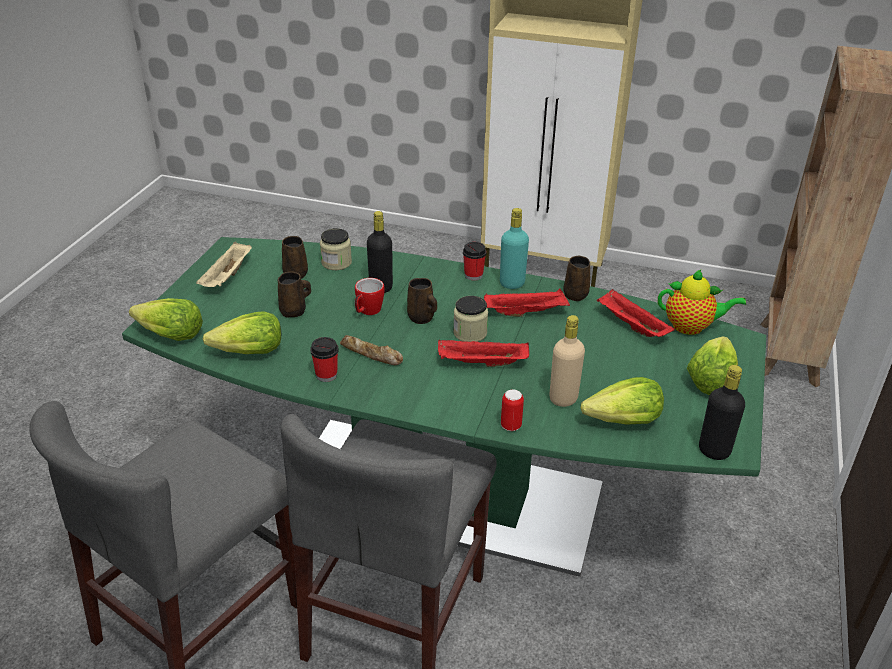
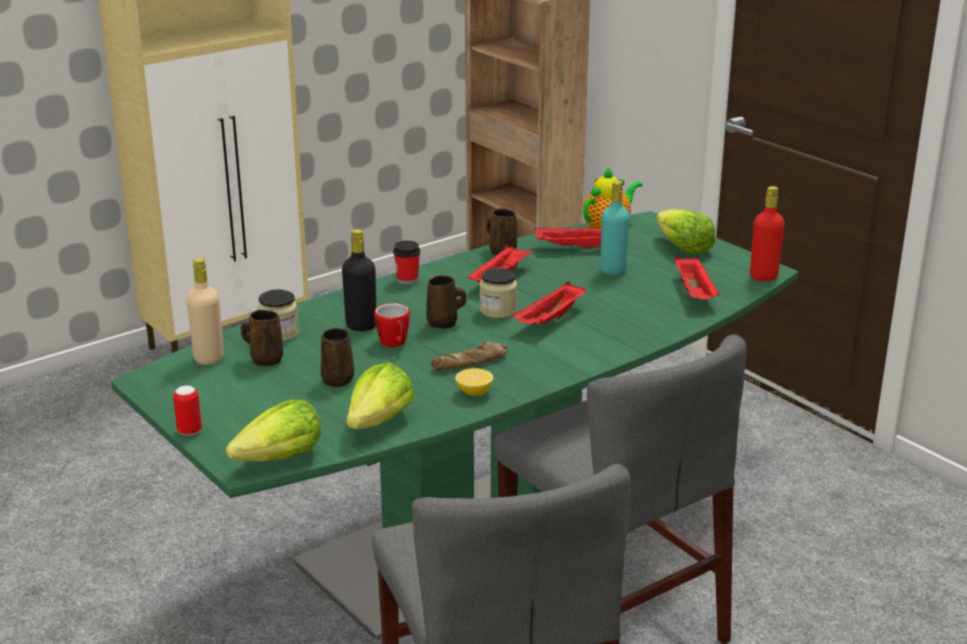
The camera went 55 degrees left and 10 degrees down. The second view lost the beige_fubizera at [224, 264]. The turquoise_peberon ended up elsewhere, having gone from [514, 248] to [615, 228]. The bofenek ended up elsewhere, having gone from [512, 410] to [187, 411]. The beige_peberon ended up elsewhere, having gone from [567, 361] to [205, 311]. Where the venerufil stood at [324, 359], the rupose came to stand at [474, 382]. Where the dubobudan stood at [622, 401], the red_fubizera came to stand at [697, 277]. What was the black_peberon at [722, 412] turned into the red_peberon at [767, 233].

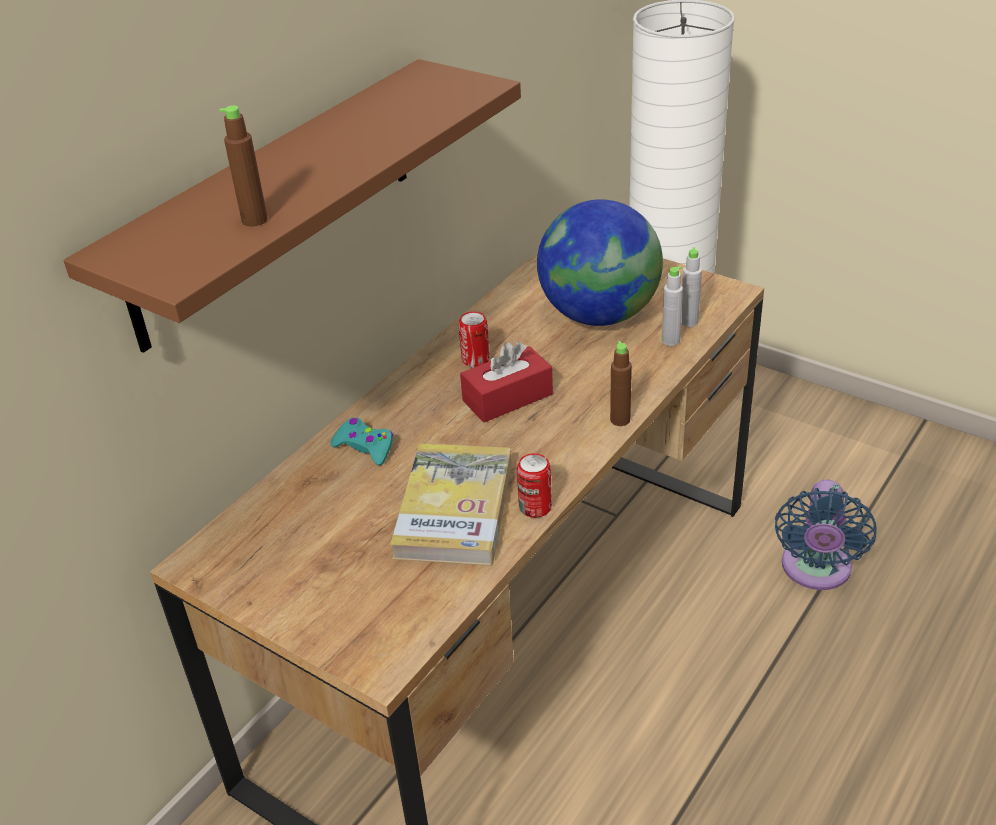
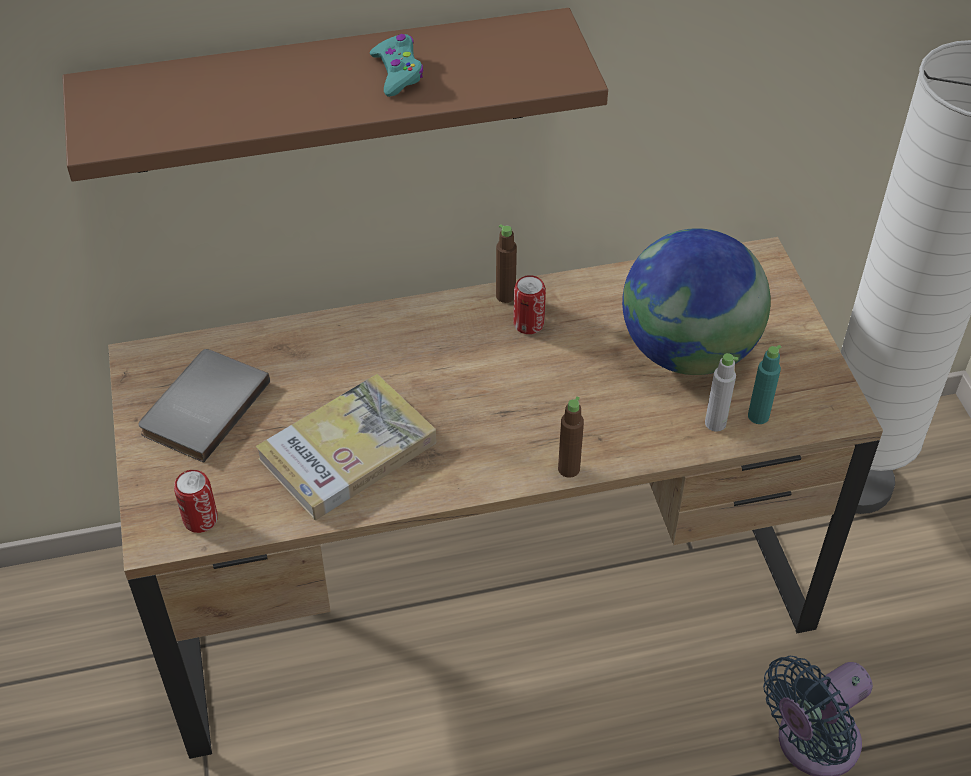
The camera went 40 degrees right and 10 degrees up. The second view lost the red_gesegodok at [506, 381]. The second view gained the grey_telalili at [204, 406]. The brown_peberon ended up elsewhere, having gone from [243, 166] to [506, 263]. The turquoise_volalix ended up elsewhere, having gone from [362, 441] to [397, 65]. The bofenek ended up elsewhere, having gone from [534, 485] to [196, 501]. What was the grey_peberon at [691, 287] turned into the turquoise_peberon at [764, 384].

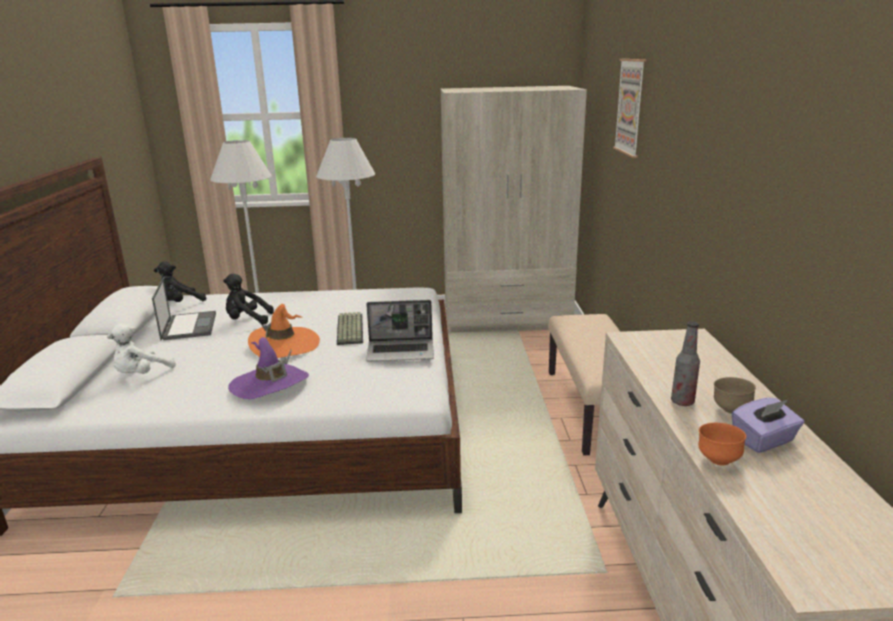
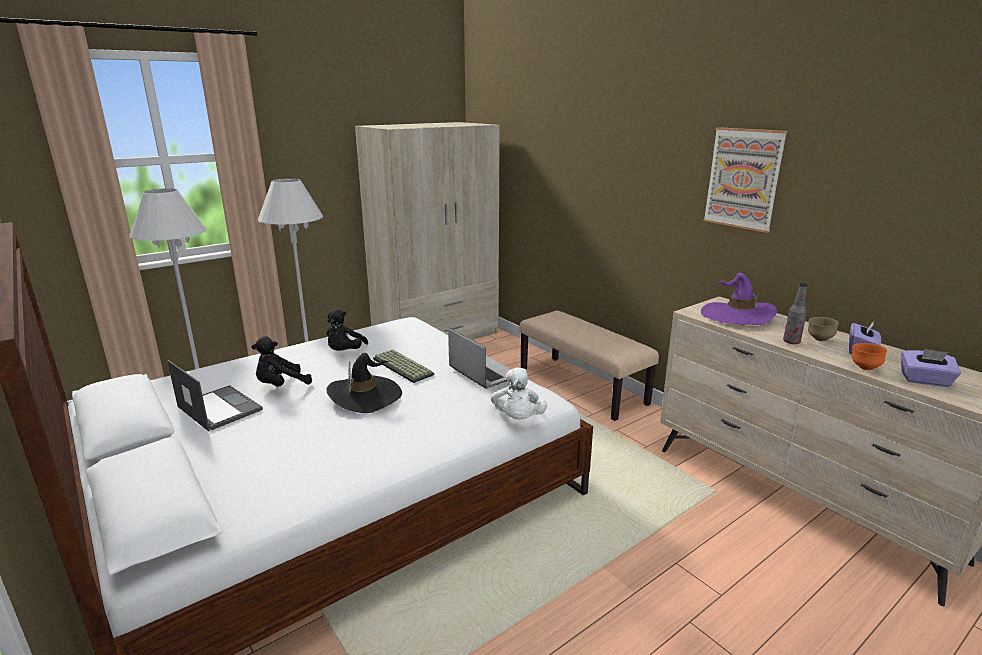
The camera went 35 degrees left and 0 degrees up. The second view gained the purple_gesegodok at [931, 368]. The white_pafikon ended up elsewhere, having gone from [141, 348] to [519, 393]. The black_pafikon ended up elsewhere, having gone from [180, 281] to [347, 330]. The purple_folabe ended up elsewhere, having gone from [268, 368] to [739, 299]. The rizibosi ended up elsewhere, having gone from [629, 108] to [745, 180]. What was the orange_folabe at [284, 331] turned into the black_folabe at [364, 383]. The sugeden at [400, 331] ended up facing another way, 90 degrees counterclockwise from before.

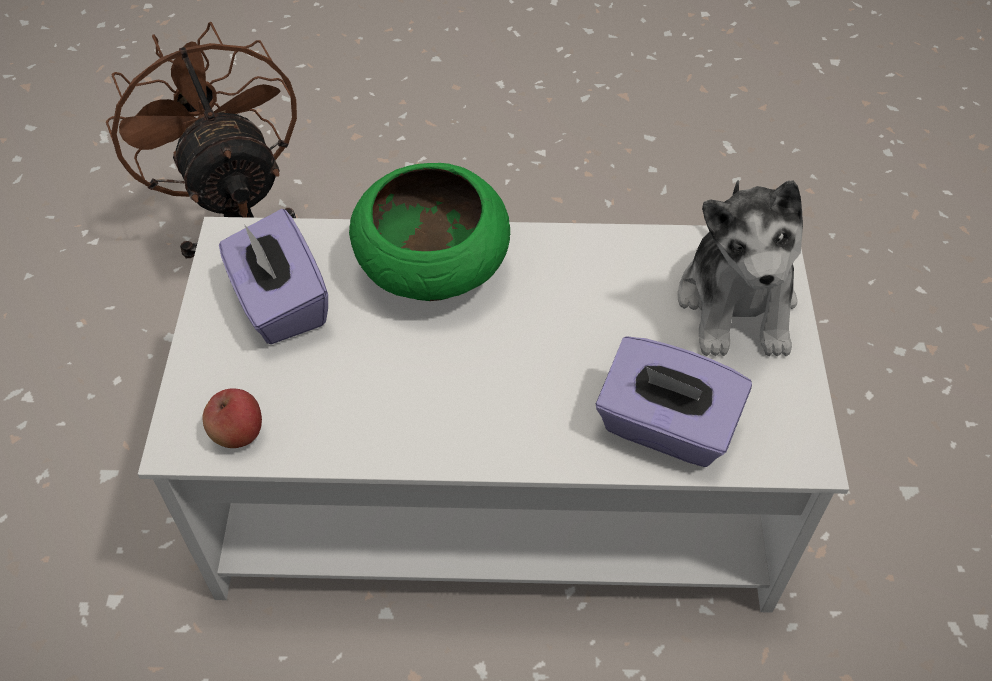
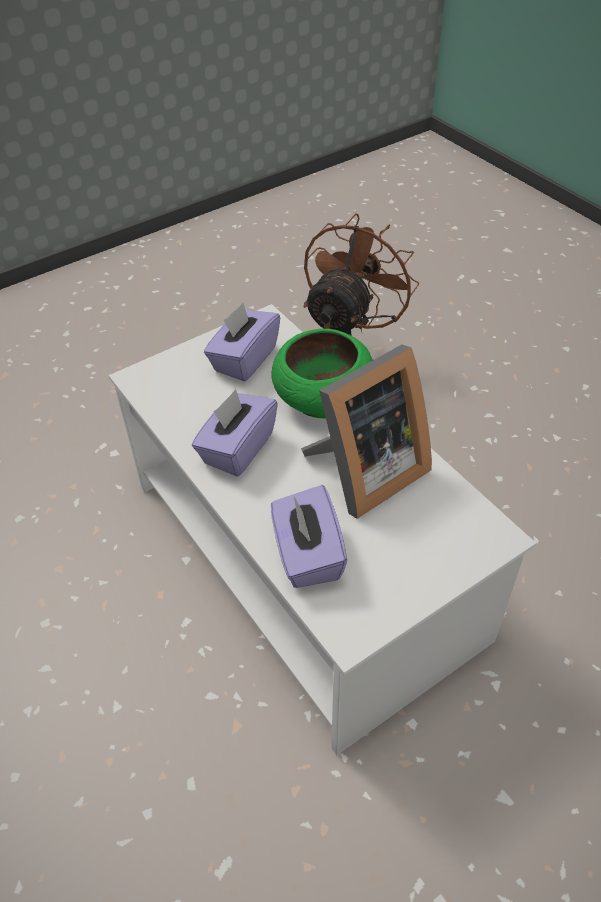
The camera went 55 degrees right and 5 degrees down. The second view lost the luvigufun at [232, 418]. The second view lost the pafikon at [740, 268]. The second view gained the purple_gesegodok at [235, 433]. The second view gained the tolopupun at [366, 432].

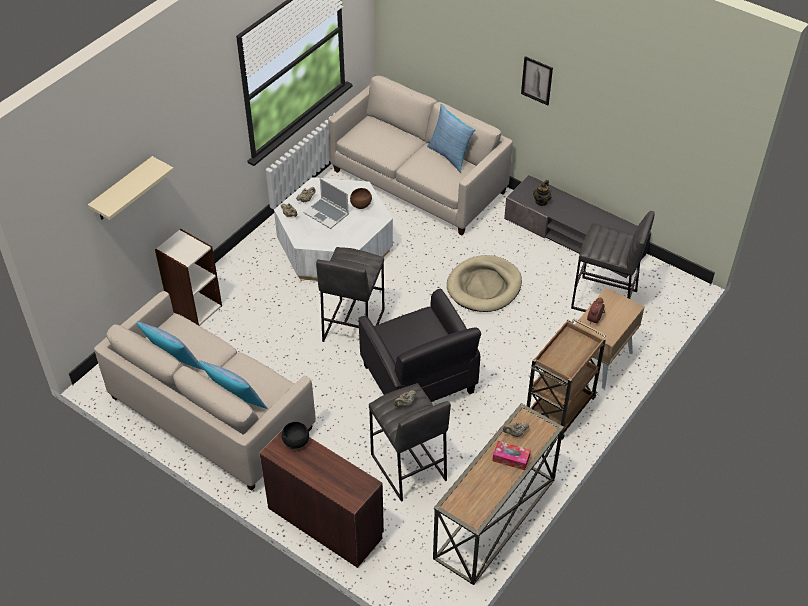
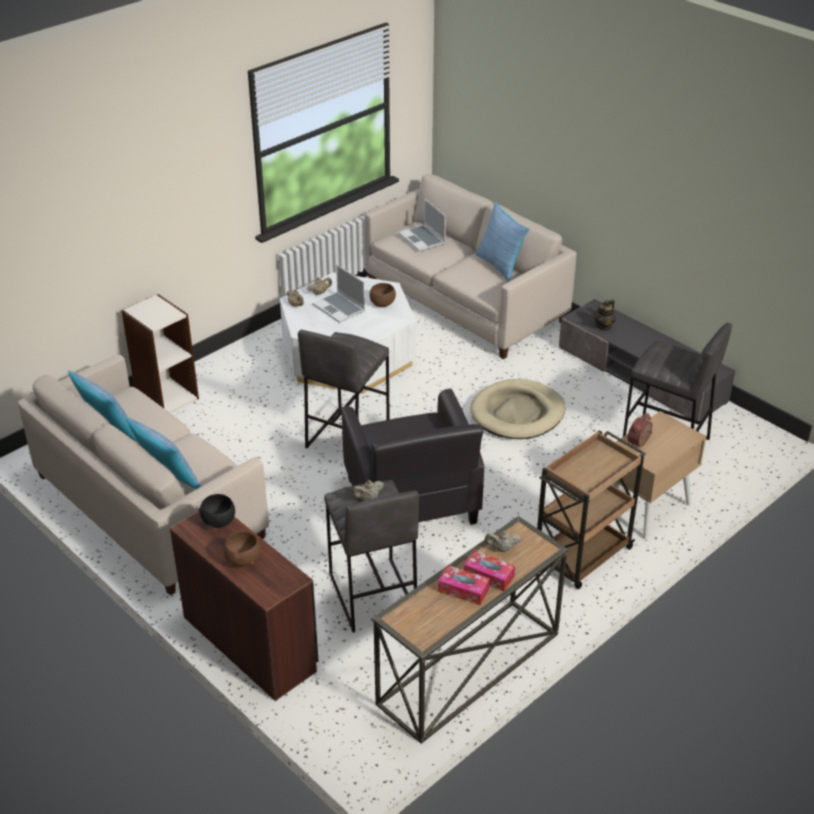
The camera went 10 degrees right and 10 degrees down. The second view lost the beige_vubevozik at [131, 188]. The second view lost the rizibosi at [537, 80]. The second view gained the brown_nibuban at [242, 548]. The second view gained the sugeden at [422, 225]. The second view gained the gesegodok at [464, 585].

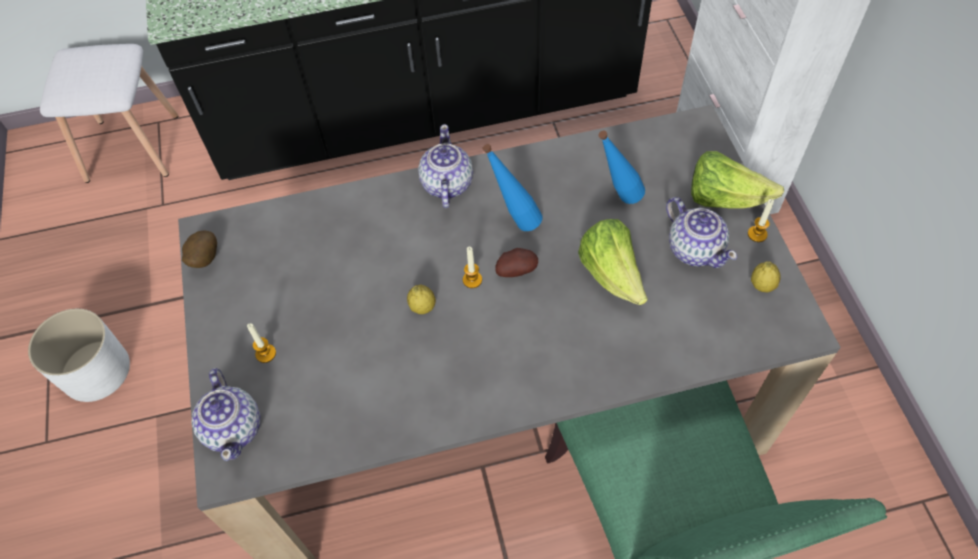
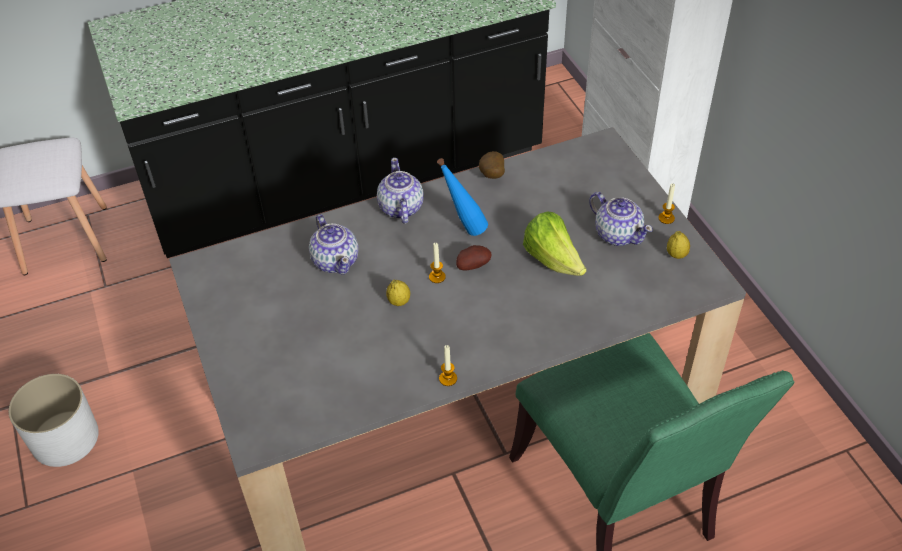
The camera went 10 degrees left and 10 degrees down. The second view lost the blue_peberon at [621, 167]. The second view lost the dubobudan at [737, 180]. The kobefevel ended up elsewhere, having gone from [199, 249] to [492, 165]. The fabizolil ended up elsewhere, having gone from [225, 414] to [334, 244]. The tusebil ended up elsewhere, having gone from [261, 343] to [448, 365].

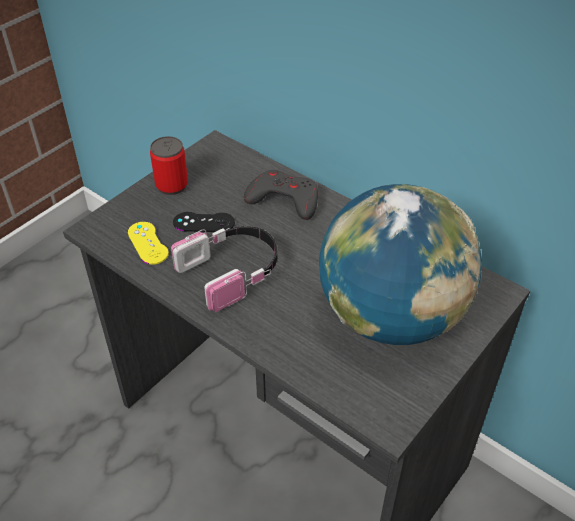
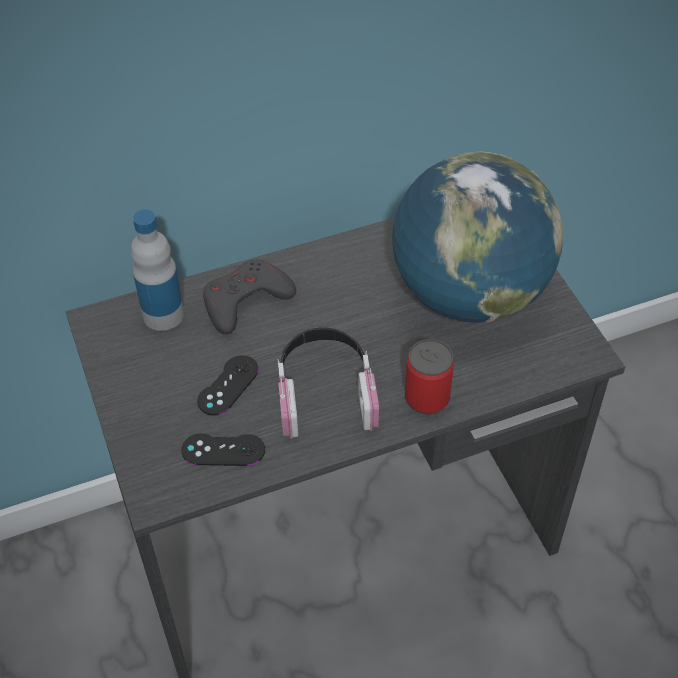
The camera went 60 degrees left and 5 degrees up. The second view gained the peberon at [157, 270]. The bofenek ended up elsewhere, having gone from [169, 165] to [429, 376]. What was the yellow_volalix at [148, 243] turned into the black_volalix at [223, 449].

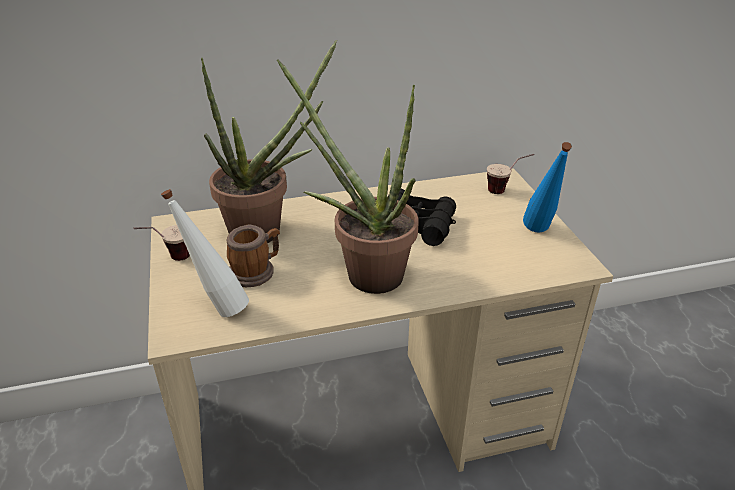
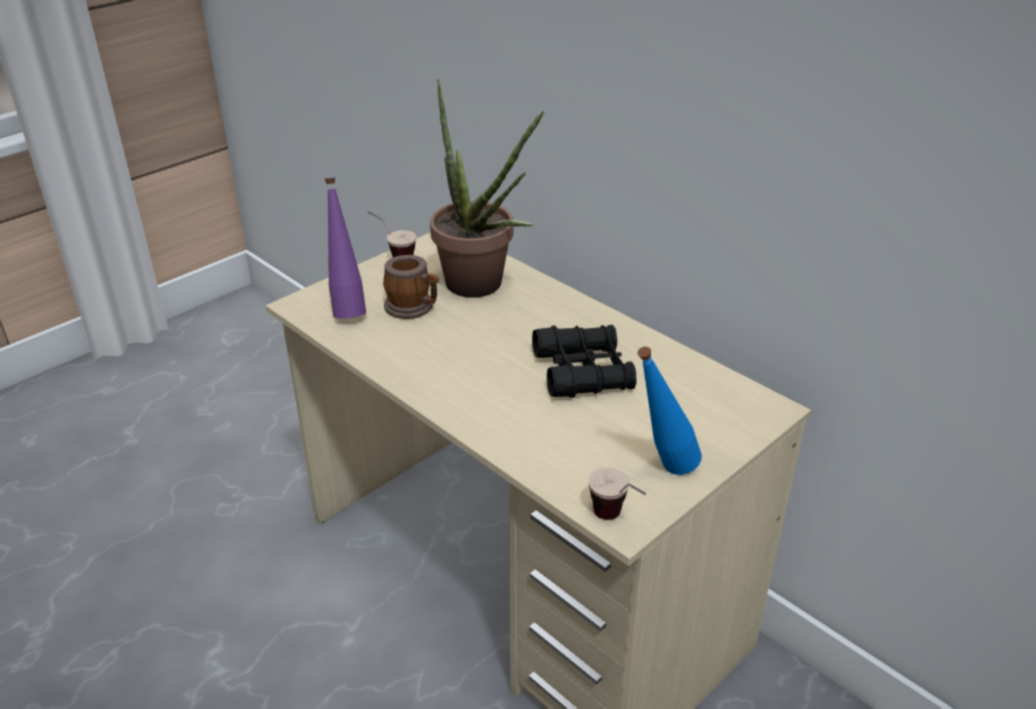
The camera went 60 degrees right and 0 degrees up. The second view lost the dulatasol at [348, 176]. The venerufil ended up elsewhere, having gone from [510, 174] to [617, 494]. What was the white_peberon at [205, 253] turned into the purple_peberon at [345, 248].

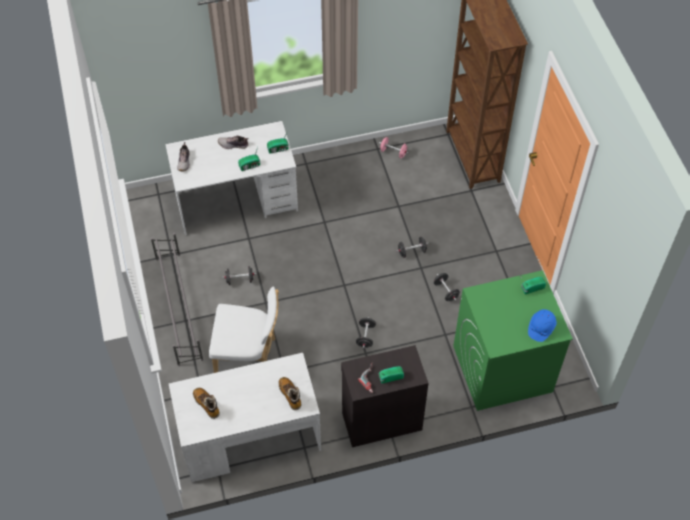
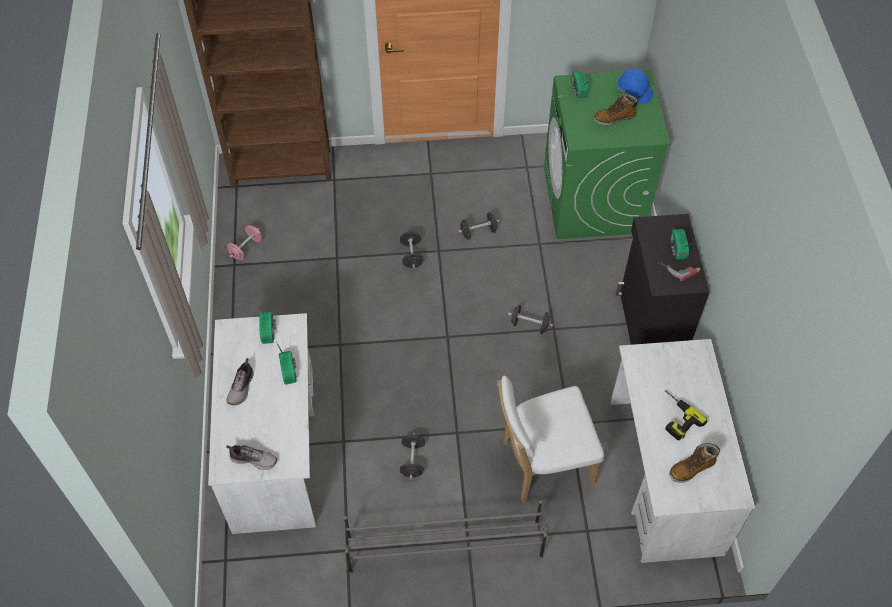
The camera went 80 degrees left and 0 degrees up. The second view gained the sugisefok at [686, 415]. The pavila ended up elsewhere, having gone from [289, 393] to [616, 109]. The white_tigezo at [244, 330] ended up facing another way, 120 degrees counterclockwise from before.

